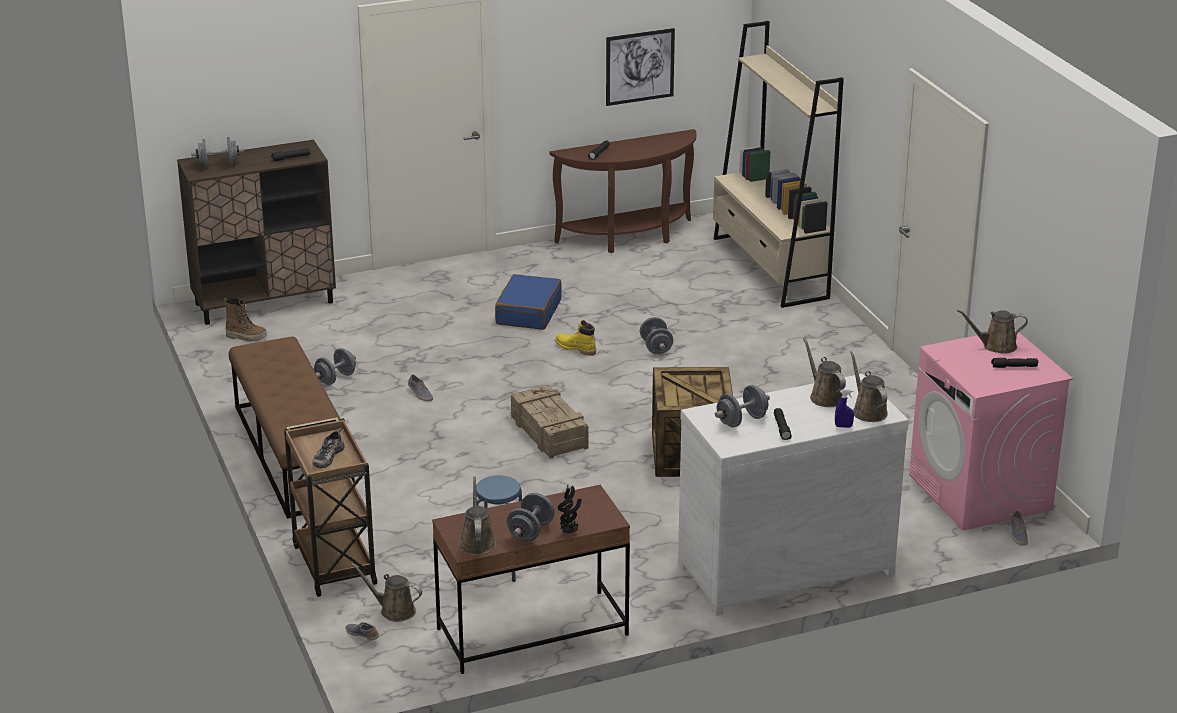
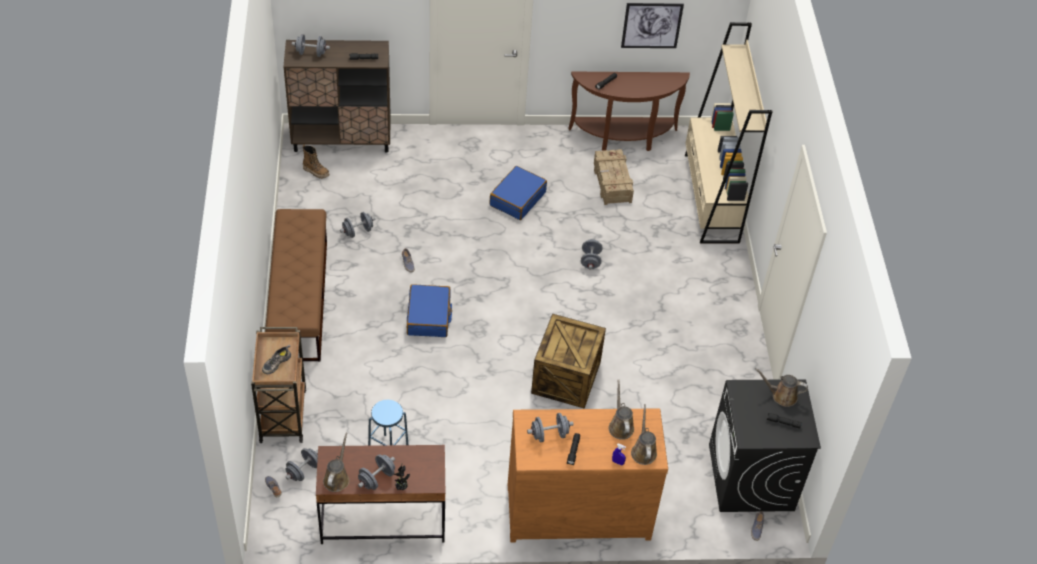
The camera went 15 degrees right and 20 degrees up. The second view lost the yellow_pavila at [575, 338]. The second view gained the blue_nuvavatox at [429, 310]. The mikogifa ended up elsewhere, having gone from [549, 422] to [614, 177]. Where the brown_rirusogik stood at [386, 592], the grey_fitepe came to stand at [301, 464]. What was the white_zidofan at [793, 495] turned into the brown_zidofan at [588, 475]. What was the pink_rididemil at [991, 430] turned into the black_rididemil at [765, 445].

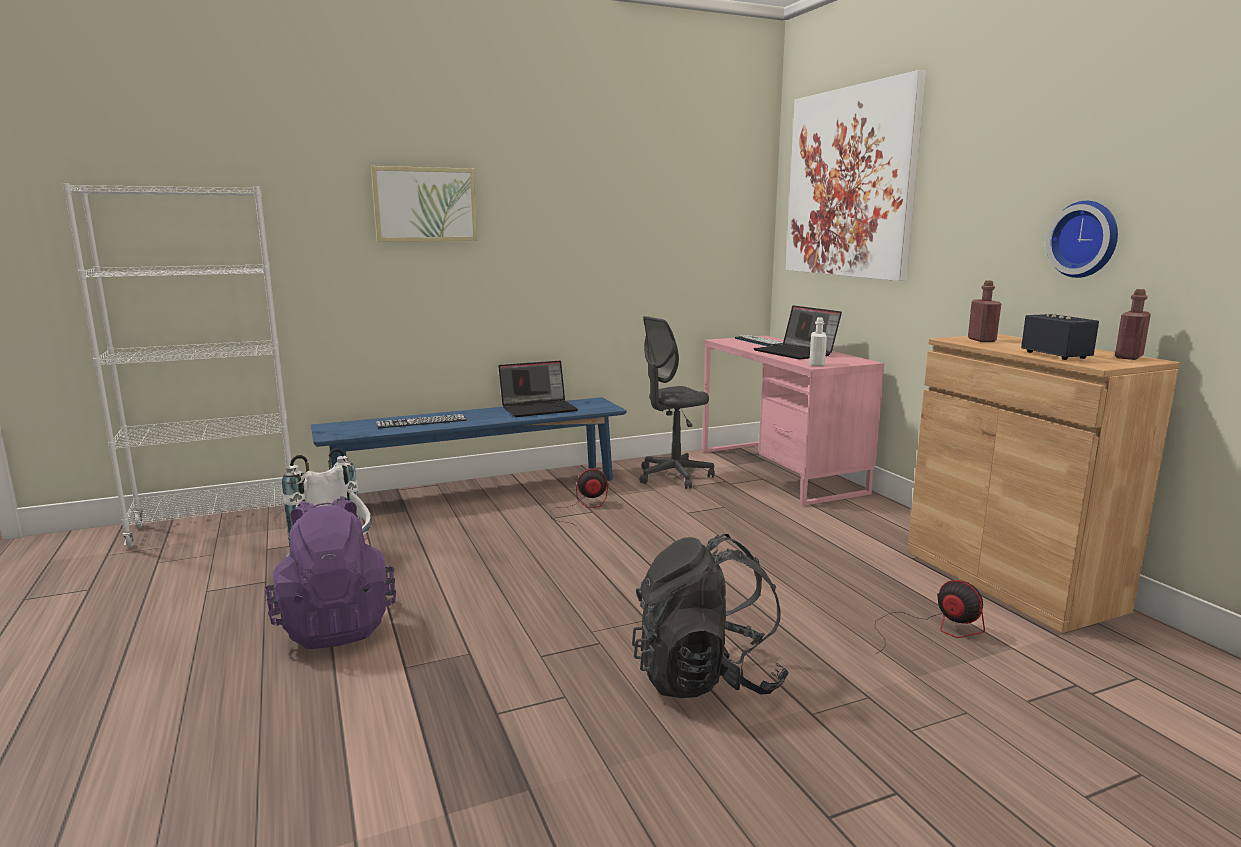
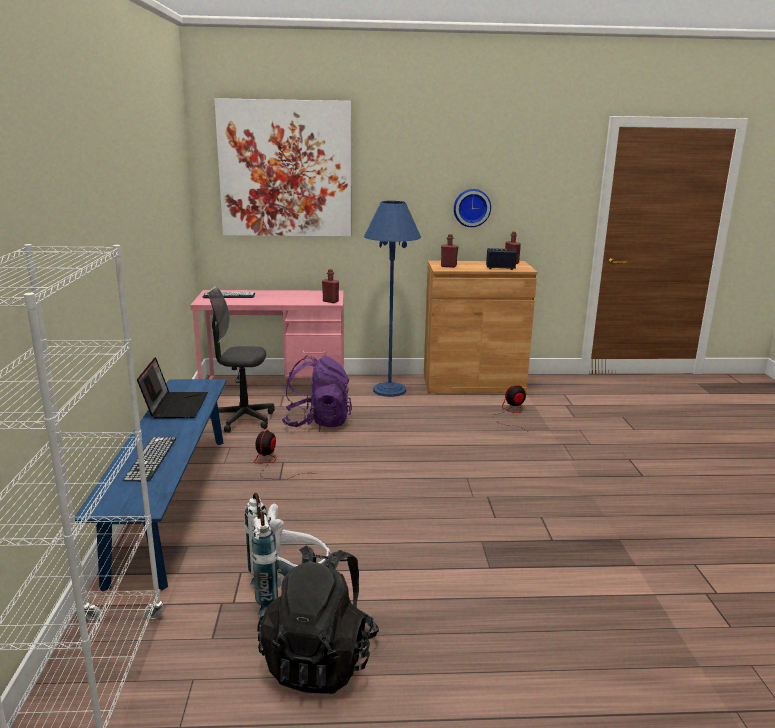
The camera went 70 degrees left and 5 degrees up. The second view lost the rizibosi at [424, 204]. The second view lost the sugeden at [797, 332]. The second view gained the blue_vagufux at [392, 299]. The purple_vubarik ended up elsewhere, having gone from [330, 572] to [317, 391]. The black_vubarik ended up elsewhere, having gone from [710, 616] to [318, 619]. What was the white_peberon at [818, 342] turned into the red_peberon at [330, 286]. The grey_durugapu at [677, 402] ended up facing another way, 105 degrees clockwise from before.

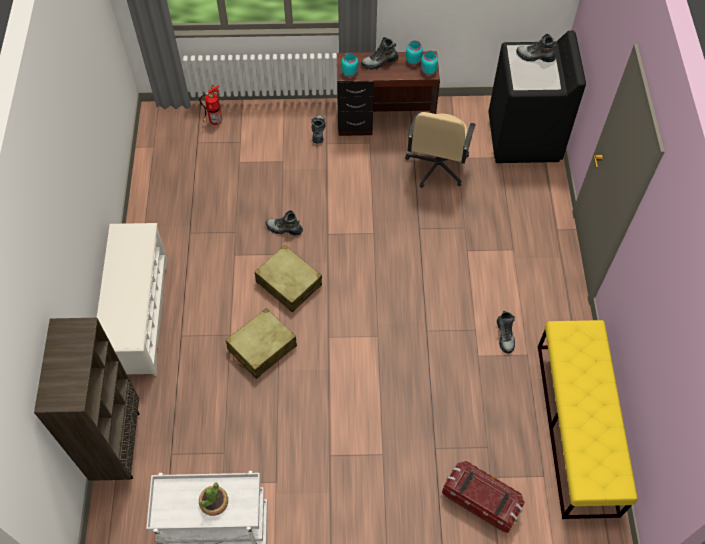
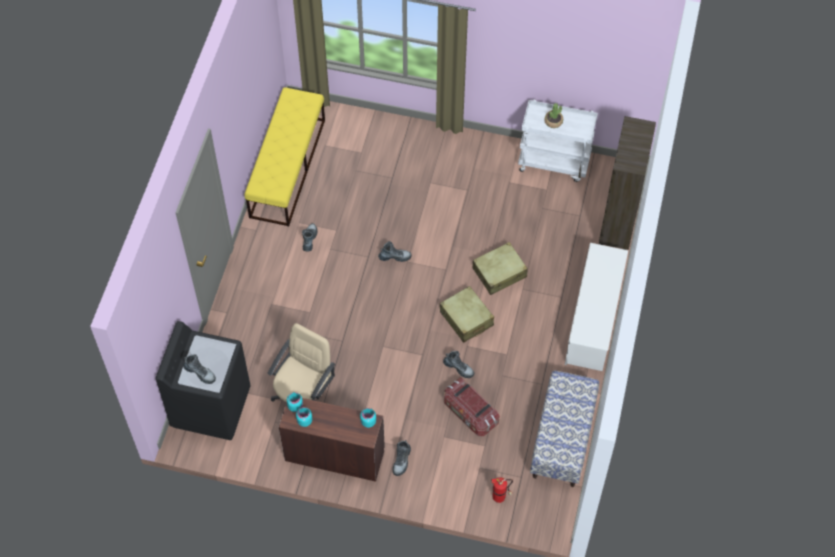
The camera went 165 degrees left and 0 degrees up. The second view gained the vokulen at [564, 429]. The pavila ended up elsewhere, having gone from [380, 53] to [395, 251]. The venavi ended up elsewhere, having gone from [483, 497] to [472, 407].

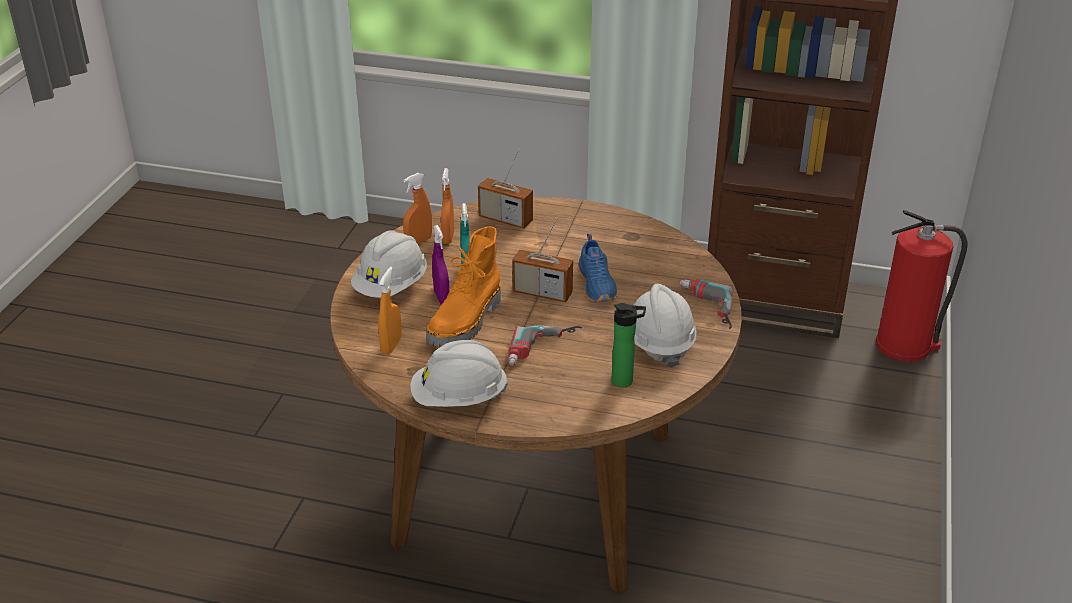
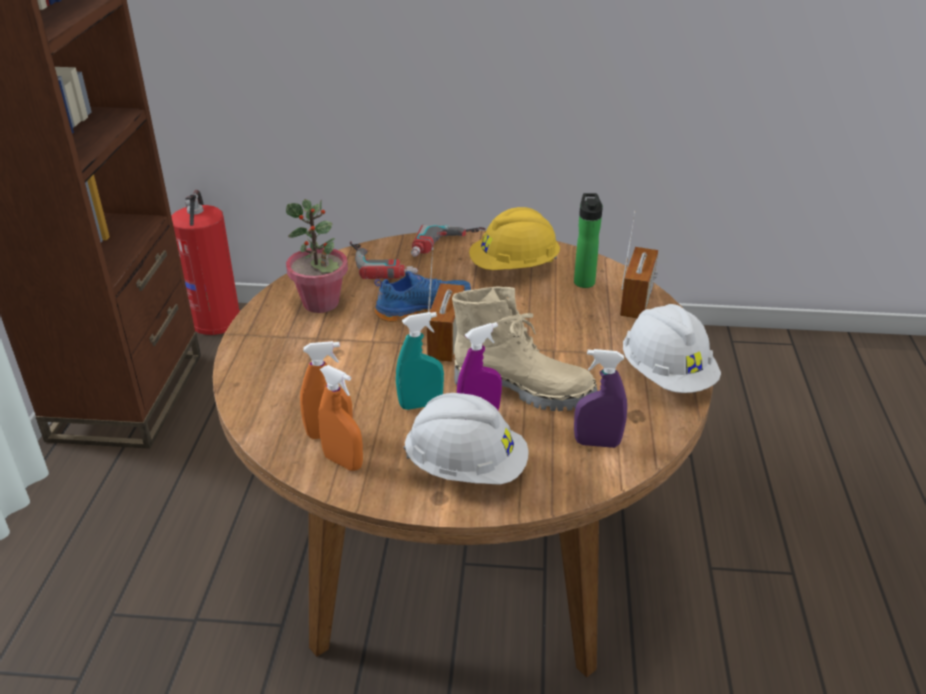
The camera went 100 degrees left and 0 degrees up. The second view gained the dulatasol at [317, 256]. The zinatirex ended up elsewhere, having gone from [505, 189] to [639, 264]. The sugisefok ended up elsewhere, having gone from [545, 345] to [384, 260]. What was the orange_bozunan at [390, 310] turned into the purple_bozunan at [600, 398]. What was the orange_pavila at [463, 286] turned into the beige_pavila at [524, 348]. What was the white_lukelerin at [665, 326] turned into the yellow_lukelerin at [514, 238].

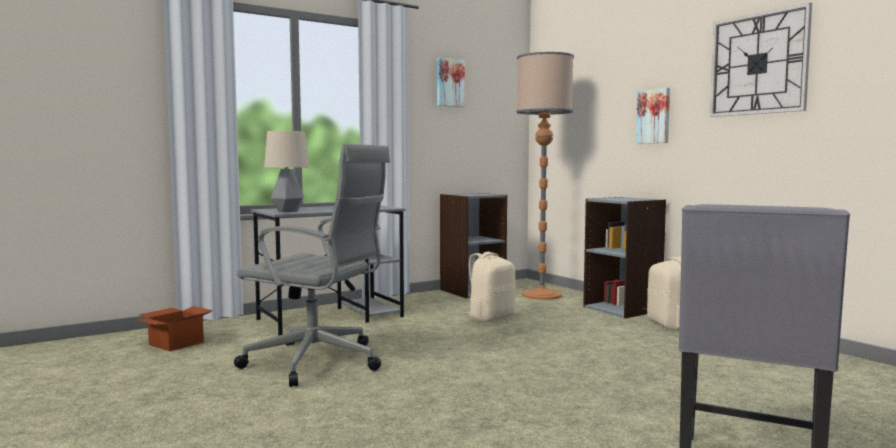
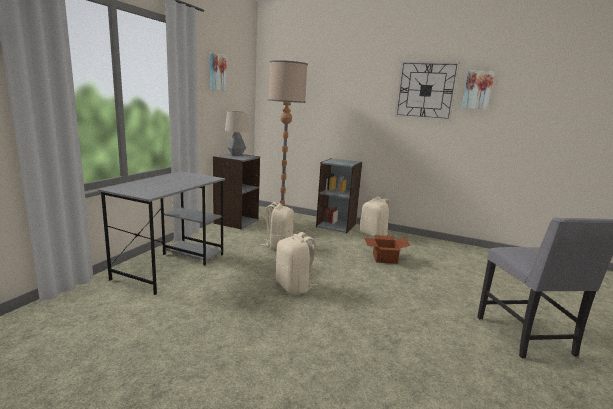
The camera went 35 degrees left and 10 degrees up. The second view lost the grey_durugapu at [312, 265]. The second view gained the beige_vubarik at [296, 263]. The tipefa ended up elsewhere, having gone from [174, 328] to [387, 249]. The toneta ended up elsewhere, having gone from [286, 171] to [237, 133]. The rizibosi ended up elsewhere, having gone from [653, 116] to [478, 90].

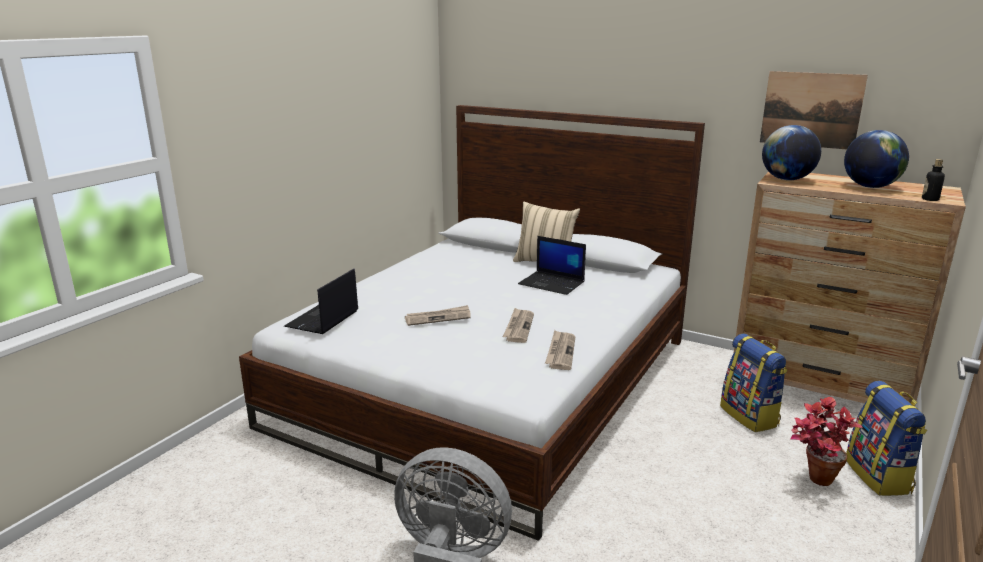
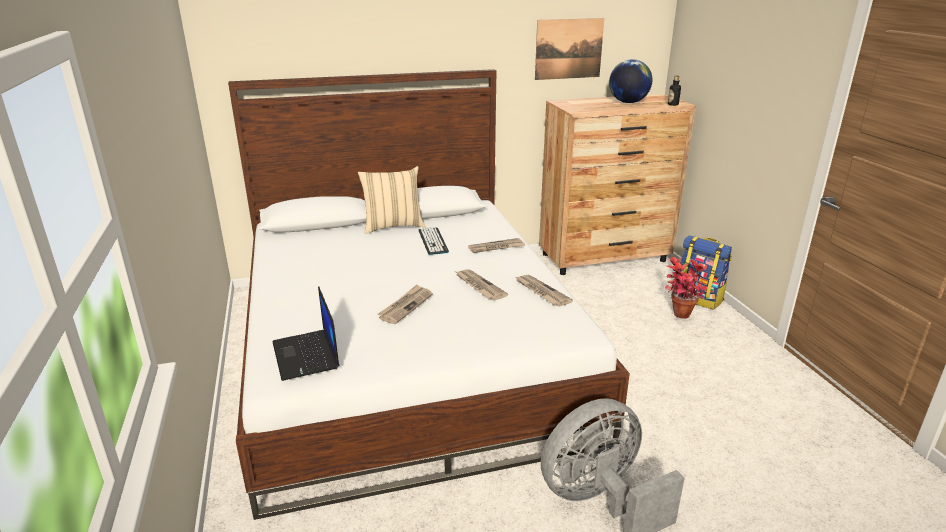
The camera went 45 degrees left and 5 degrees up. The second view lost the vubarik at [754, 383]. The second view lost the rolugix at [791, 152]. The second view gained the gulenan at [496, 245]. Where the sugeden stood at [552, 265], the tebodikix came to stand at [433, 241].

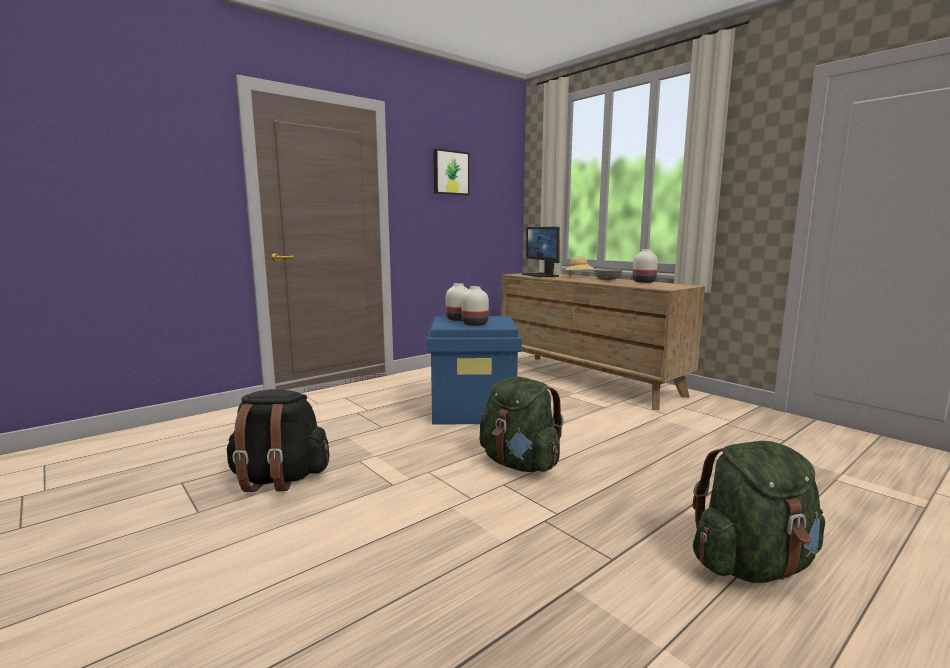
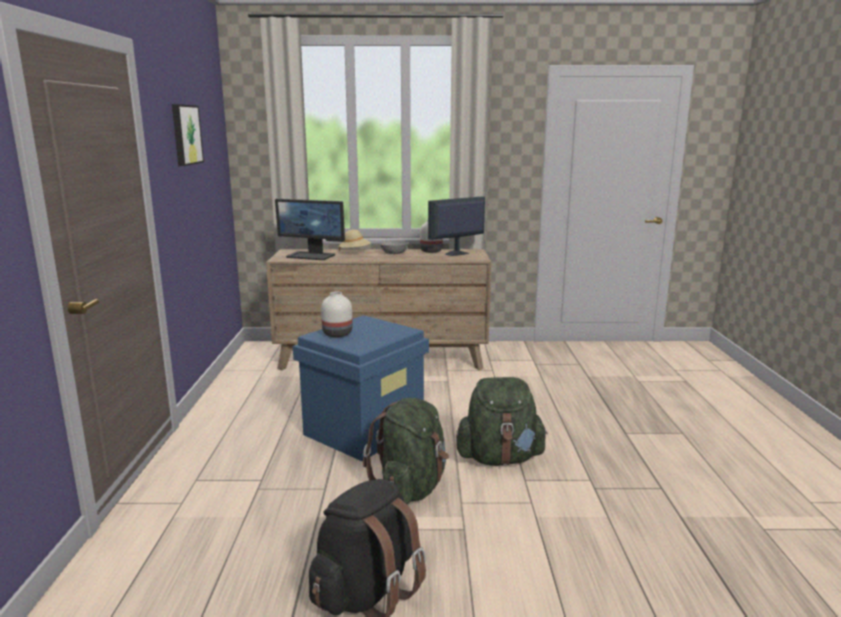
The camera went 50 degrees left and 5 degrees up. The second view lost the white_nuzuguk at [475, 306]. The second view gained the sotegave at [456, 226]. The green_vubarik ended up elsewhere, having gone from [759, 512] to [406, 451].

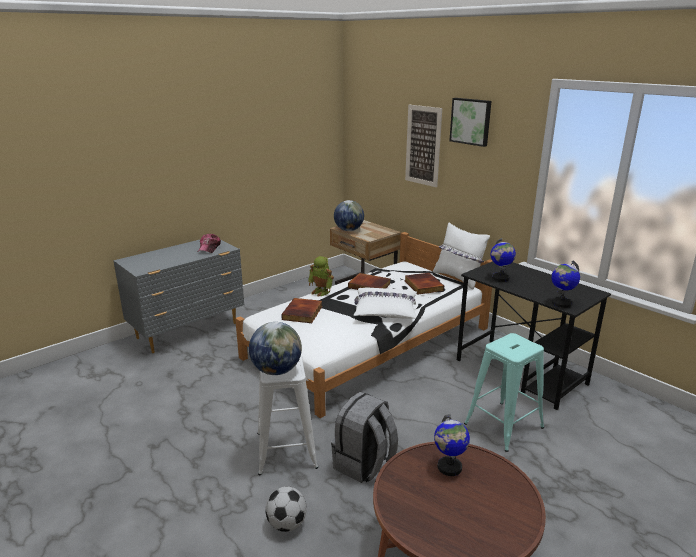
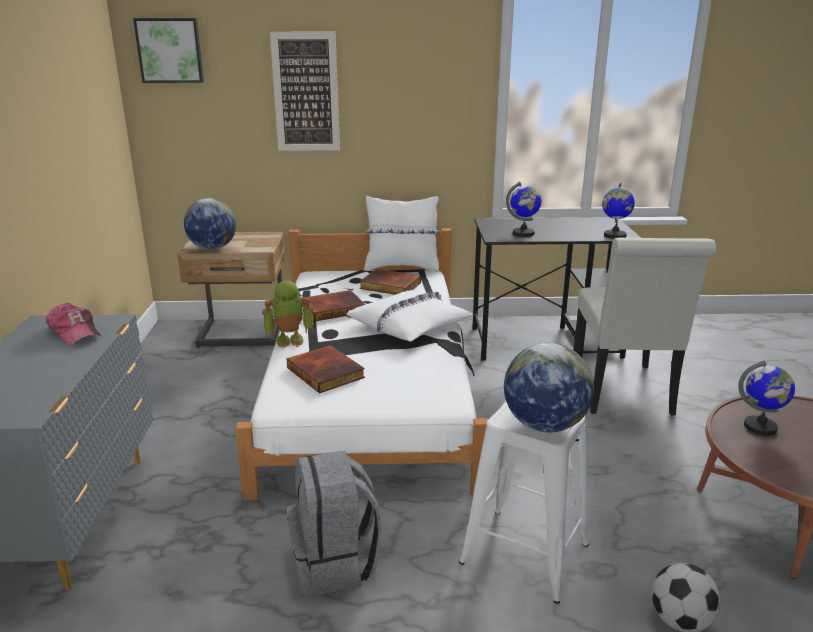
The camera went 50 degrees left and 0 degrees up. The grey_vubarik ended up elsewhere, having gone from [364, 437] to [334, 524]. The rizibosi ended up elsewhere, having gone from [470, 122] to [168, 50]. Where the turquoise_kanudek stood at [504, 392], the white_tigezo came to stand at [644, 327].

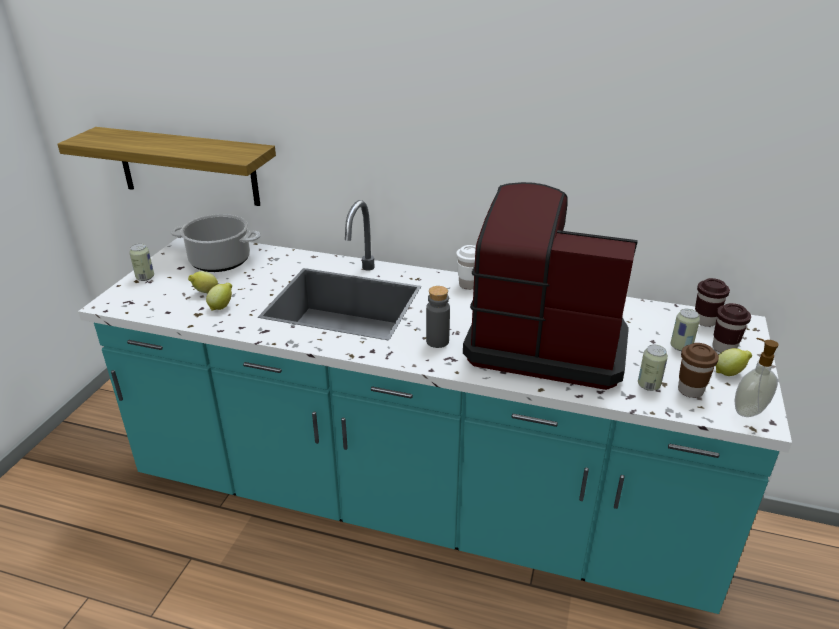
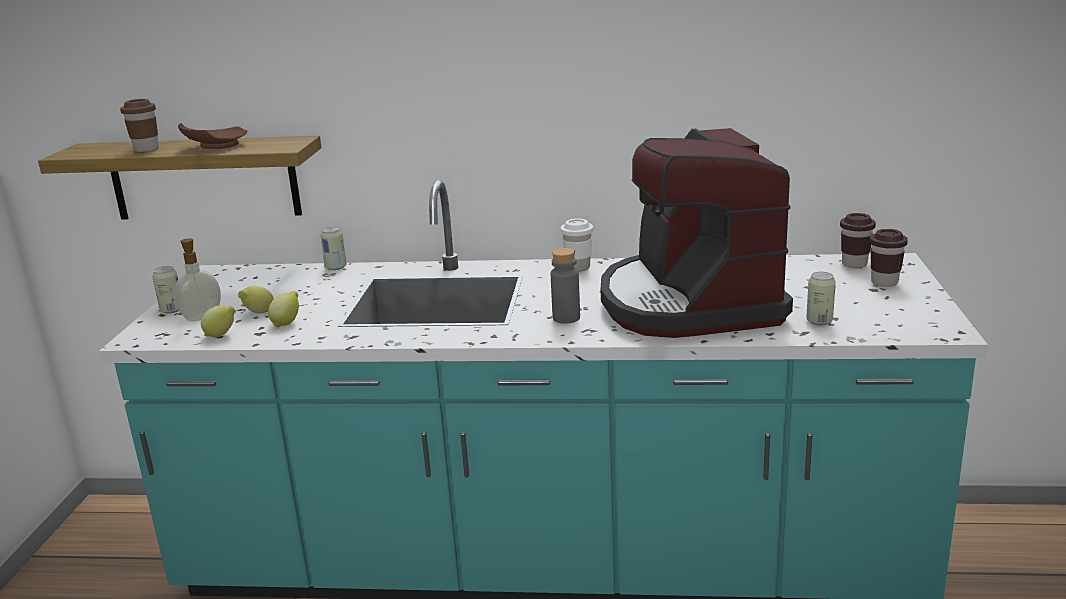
The camera went 10 degrees left and 10 degrees down. The second view lost the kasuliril at [215, 243]. The second view gained the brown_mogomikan at [212, 136]. The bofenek ended up elsewhere, having gone from [685, 330] to [333, 248]. The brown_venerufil ended up elsewhere, having gone from [698, 370] to [139, 125]. The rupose ended up elsewhere, having gone from [733, 362] to [218, 321]. The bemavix ended up elsewhere, having gone from [757, 377] to [197, 280]. The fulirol at [550, 286] ended up facing another way, 105 degrees counterclockwise from before.

